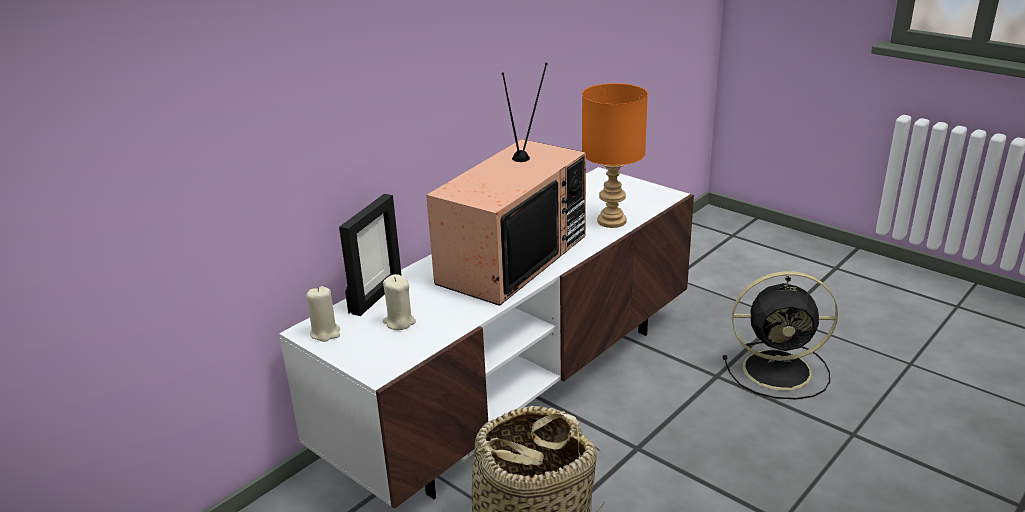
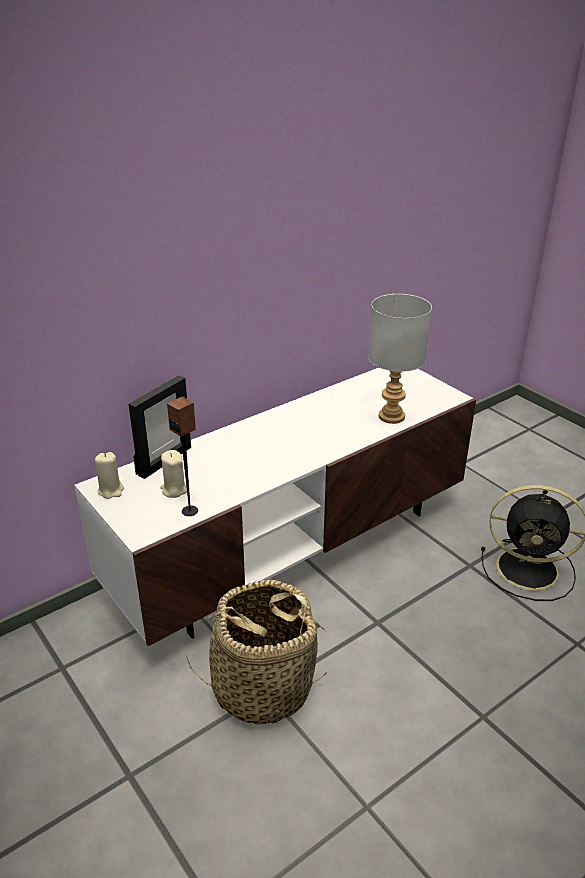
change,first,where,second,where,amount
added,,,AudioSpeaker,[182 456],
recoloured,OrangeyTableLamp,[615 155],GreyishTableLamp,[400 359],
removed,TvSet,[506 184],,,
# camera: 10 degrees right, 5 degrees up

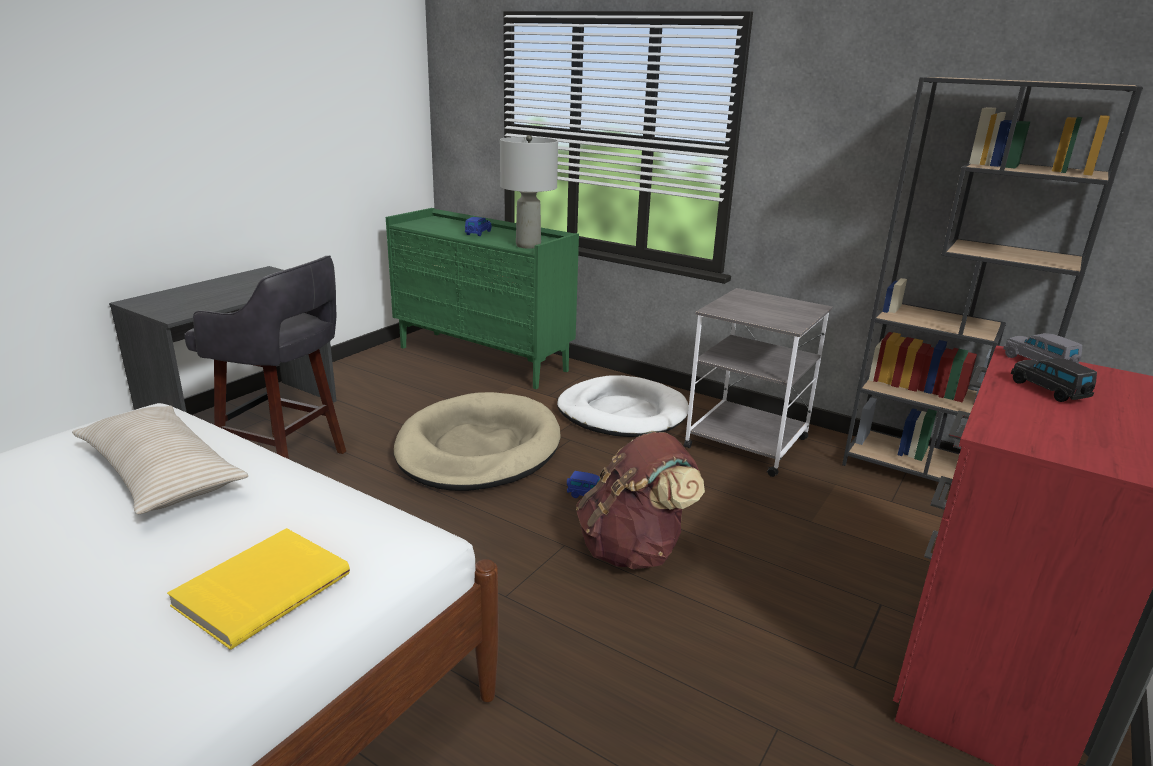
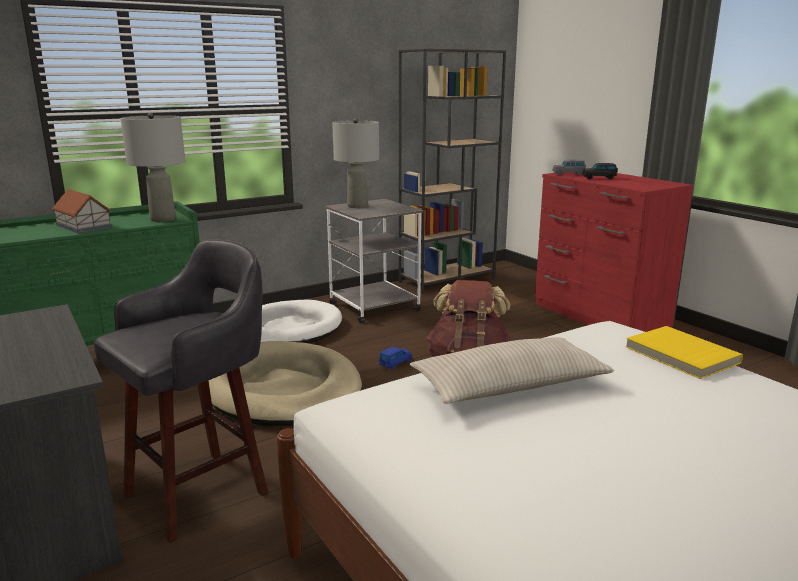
change,first,where,second,where,amount
replaced,BluishModelCar,[478 226],MiniatureHouse,[82 211],
added,,,GreyishTableLamp,[355 163],
# camera: 65 degrees left, 5 degrees down

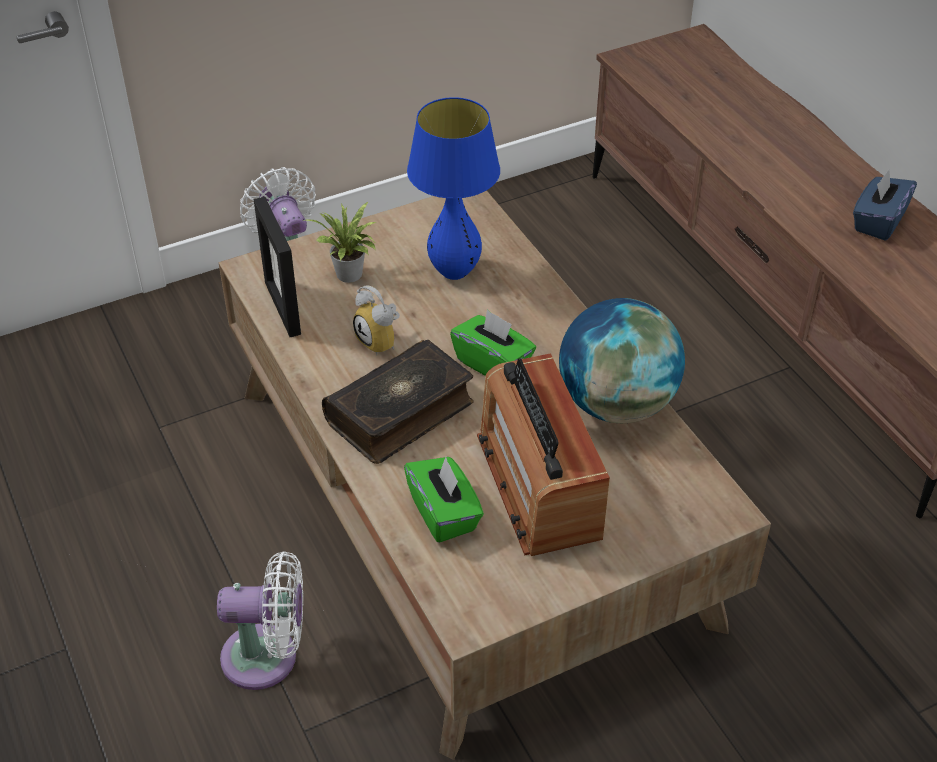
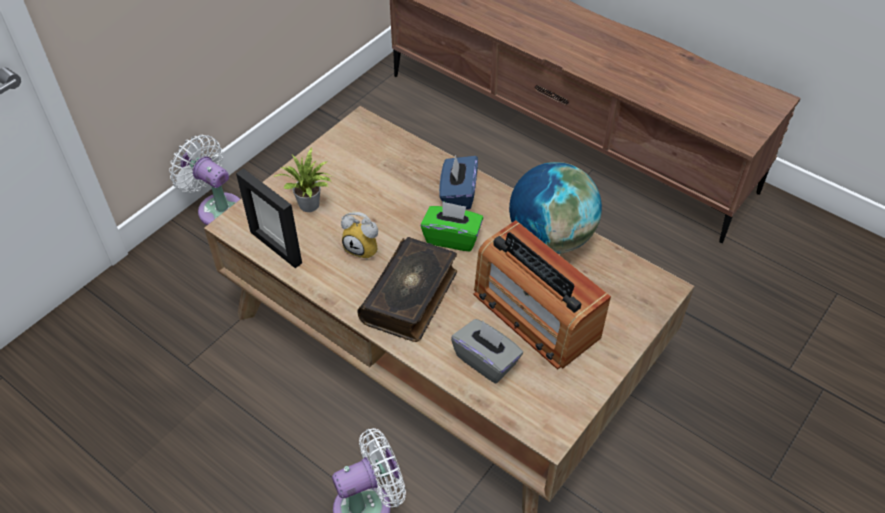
change,first,where,second,where,amount
moved,BluishTissueHolder,[885 205],,[458 182],
recoloured,GreenishTissueHolder,[444 500],GreyishTissueHolder,[487 351],
removed,BluishTableLamp,[453 188],,,
# camera: 25 degrees left, 5 degrees up

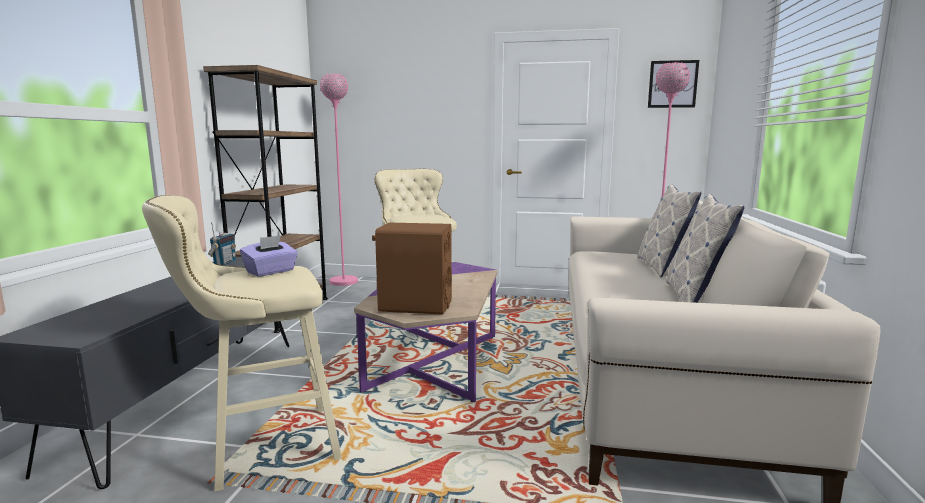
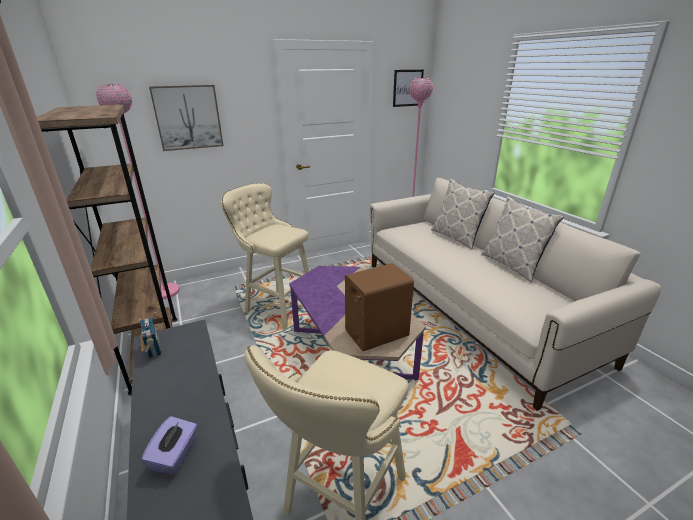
change,first,where,second,where,amount
moved,PurplishTissueHolder,[269 255],,[169 445],
added,,,WallPicture,[186 118],
# camera: 35 degrees left, 15 degrees up

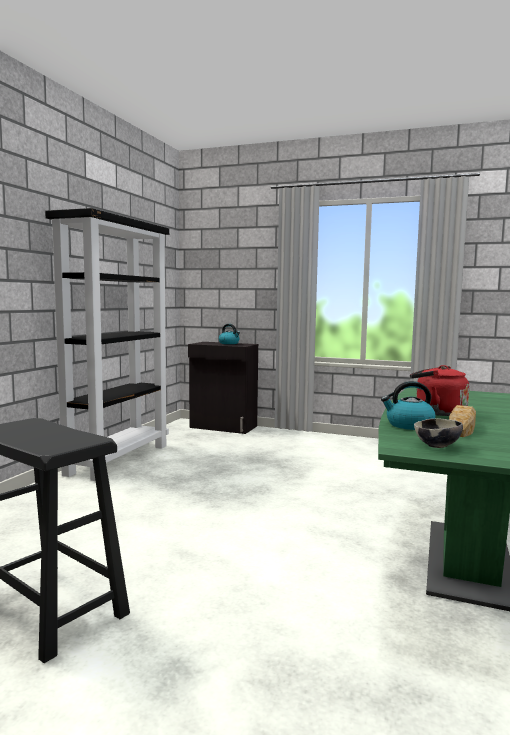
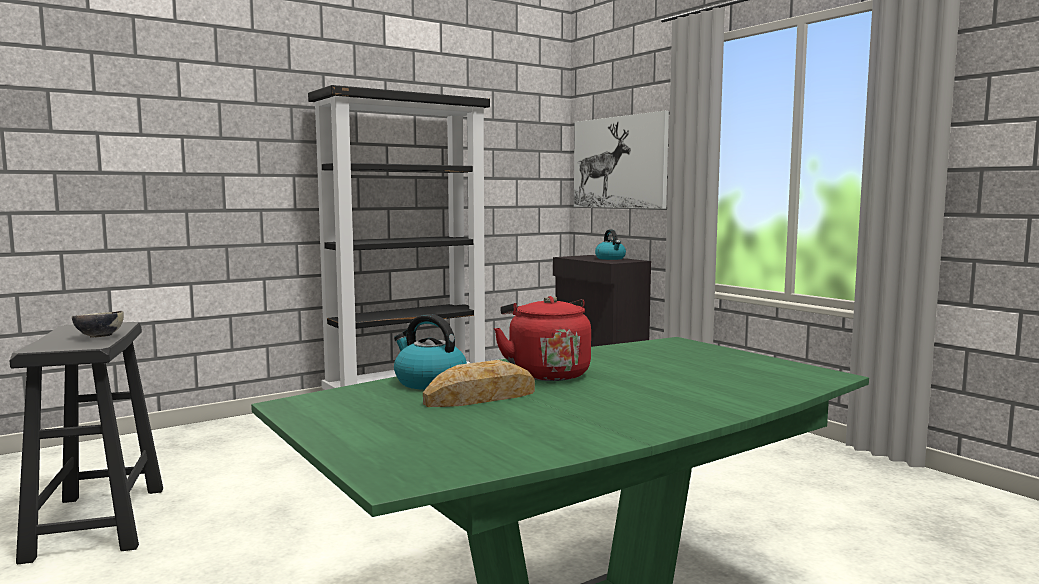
change,first,where,second,where,amount
moved,DeepDish,[438 433],,[98 324],
added,,,WallPicture,[621 160],
# camera: 35 degrees right, 0 degrees up

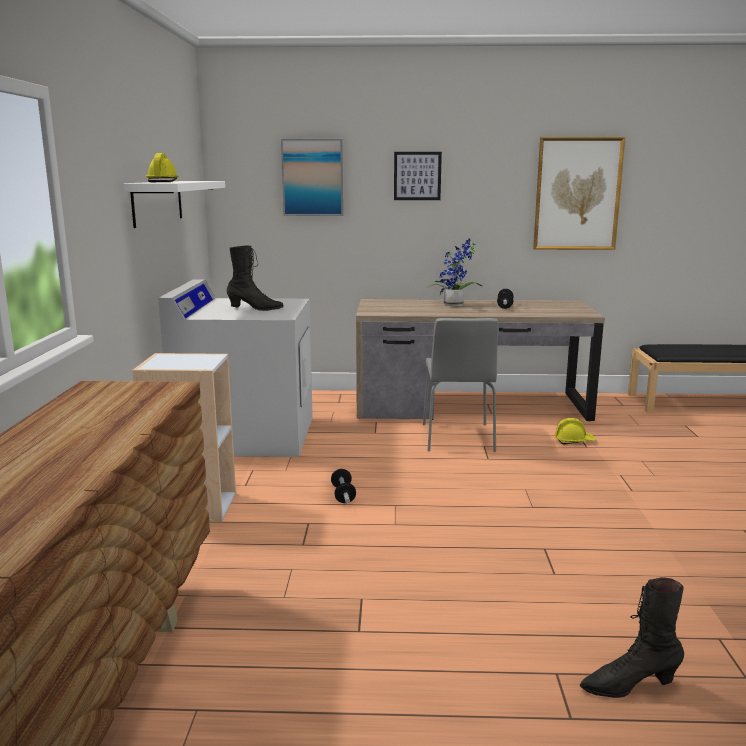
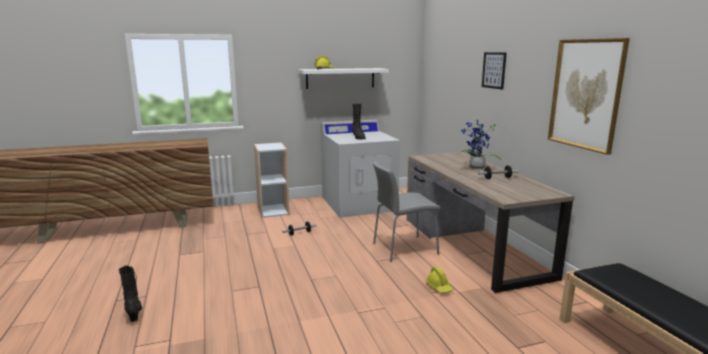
change,first,where,second,where,amount
removed,WallPicture,[312 177],,,
# camera: 70 degrees right, 0 degrees up

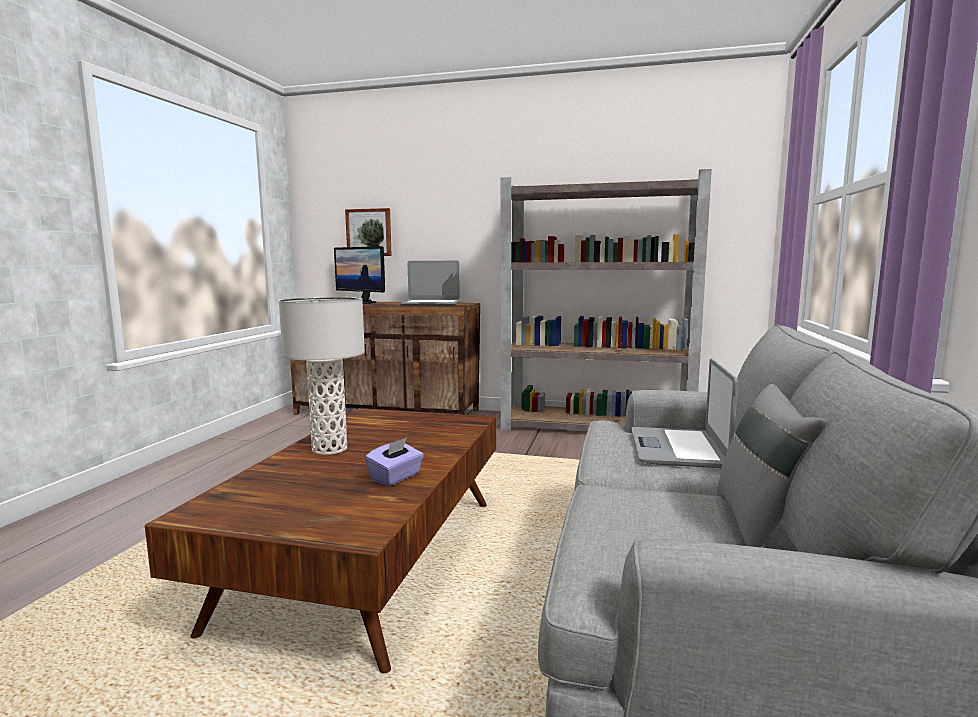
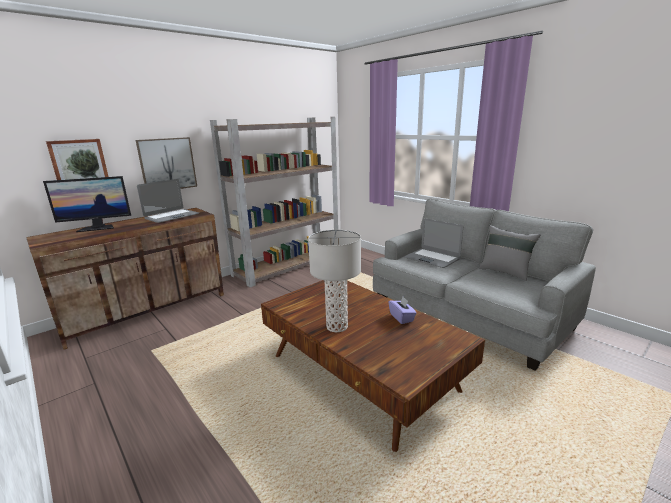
change,first,where,second,where,amount
added,,,WallPicture,[166 163],
# camera: 55 degrees left, 10 degrees up

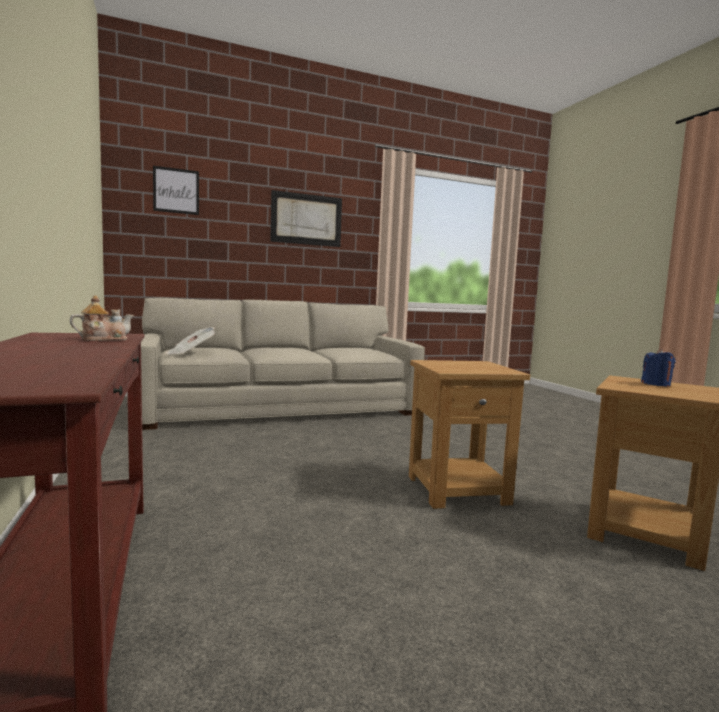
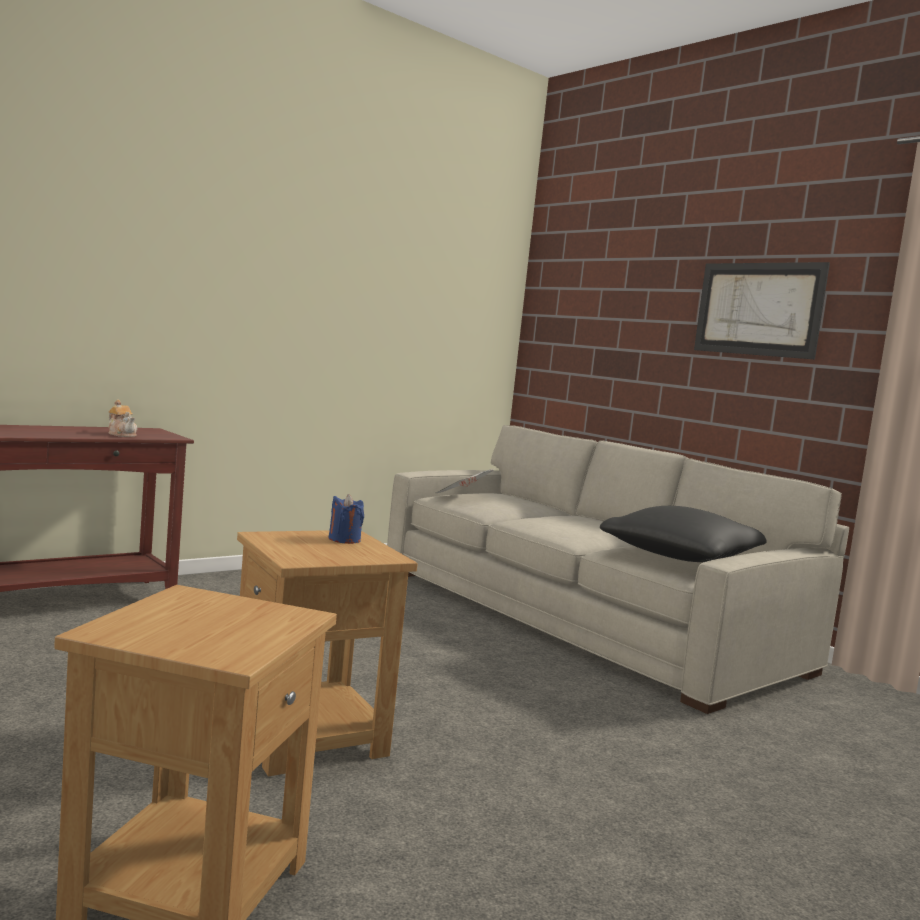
change,first,where,second,where,amount
moved,BluishCandle,[658 368],,[346 519],
added,,,BlackPillow,[683 534],
removed,WallPicture,[176 190],,,
# camera: 70 degrees right, 0 degrees up

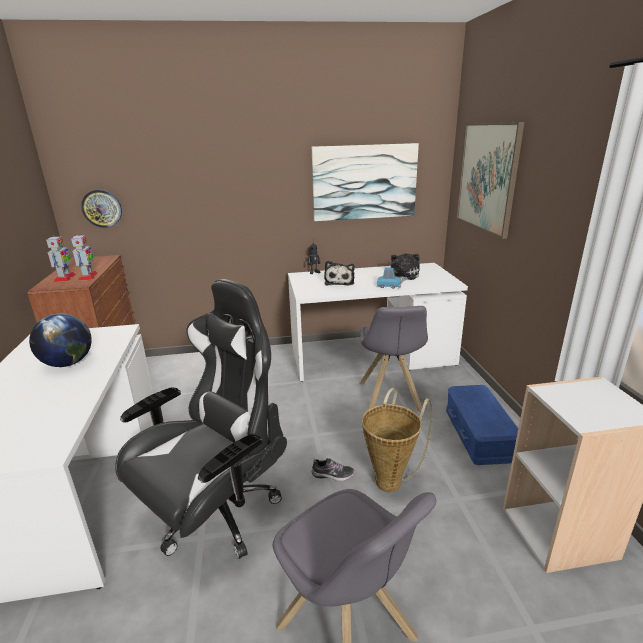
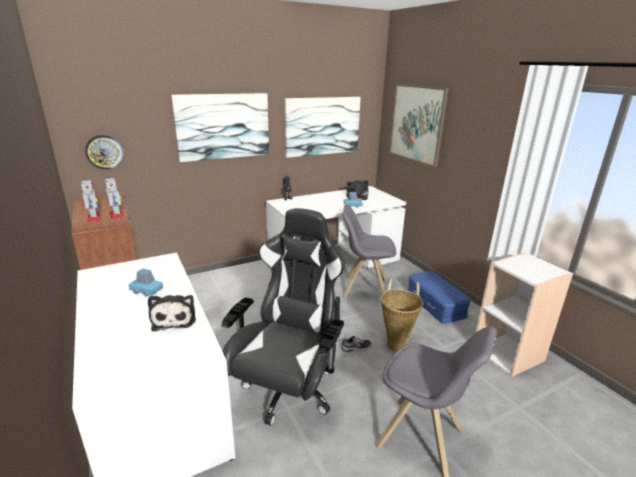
change,first,where,second,where,amount
replaced,WorldGlobe,[60 340],BluishModelCar,[146 282],
moved,PlushToy,[339 273],,[172 313],
added,,,WallPicture,[220 127],
turned,GreyishChair,[394 359],,[369 251],120 degrees clockwise
# camera: 20 degrees left, 0 degrees up

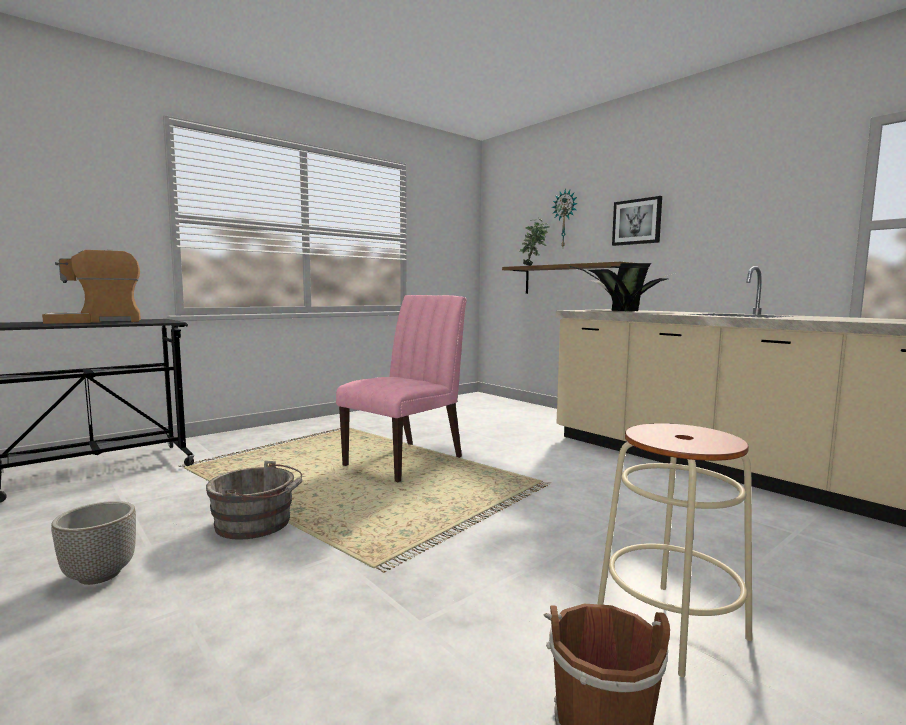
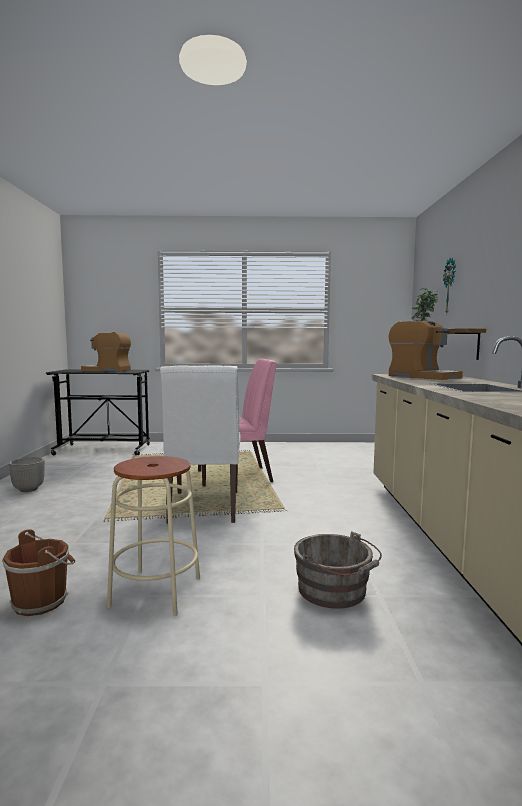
change,first,where,second,where,amount
added,,,WhitishChair,[200 444],
moved,GreyishBucket,[254 500],,[338 570],
replaced,PlantInAPot,[623 287],CoffeeBrewer,[426 350],
removed,WallPicture,[637 221],,,
# camera: 40 degrees right, 0 degrees up

